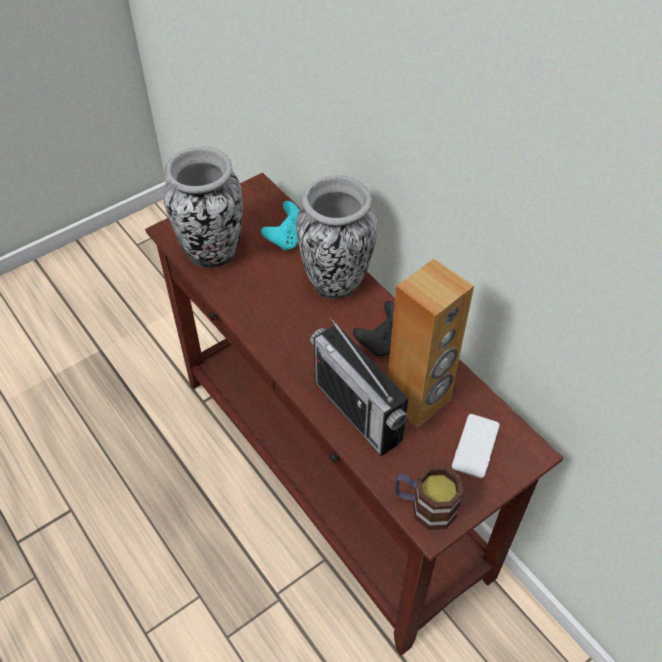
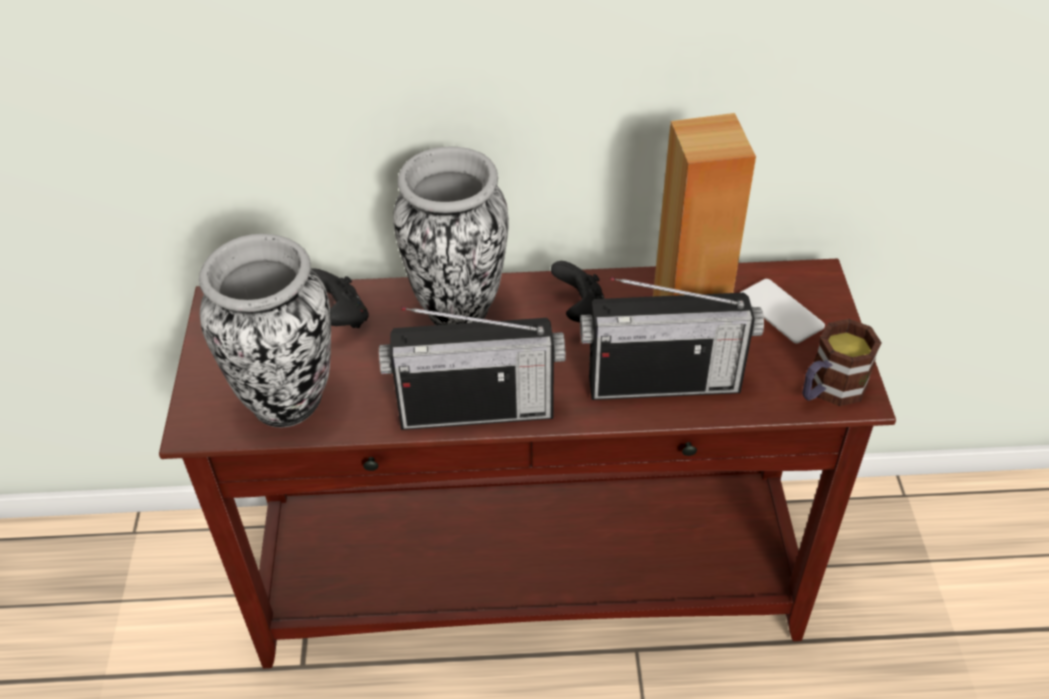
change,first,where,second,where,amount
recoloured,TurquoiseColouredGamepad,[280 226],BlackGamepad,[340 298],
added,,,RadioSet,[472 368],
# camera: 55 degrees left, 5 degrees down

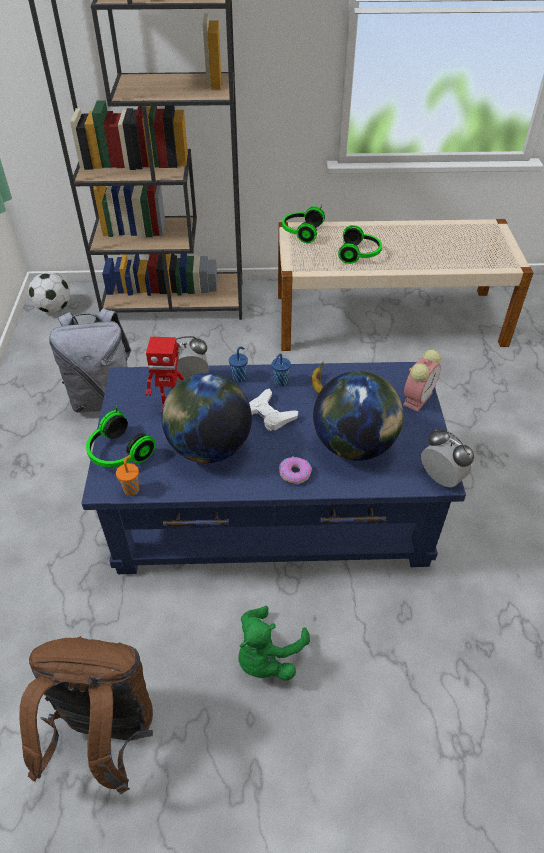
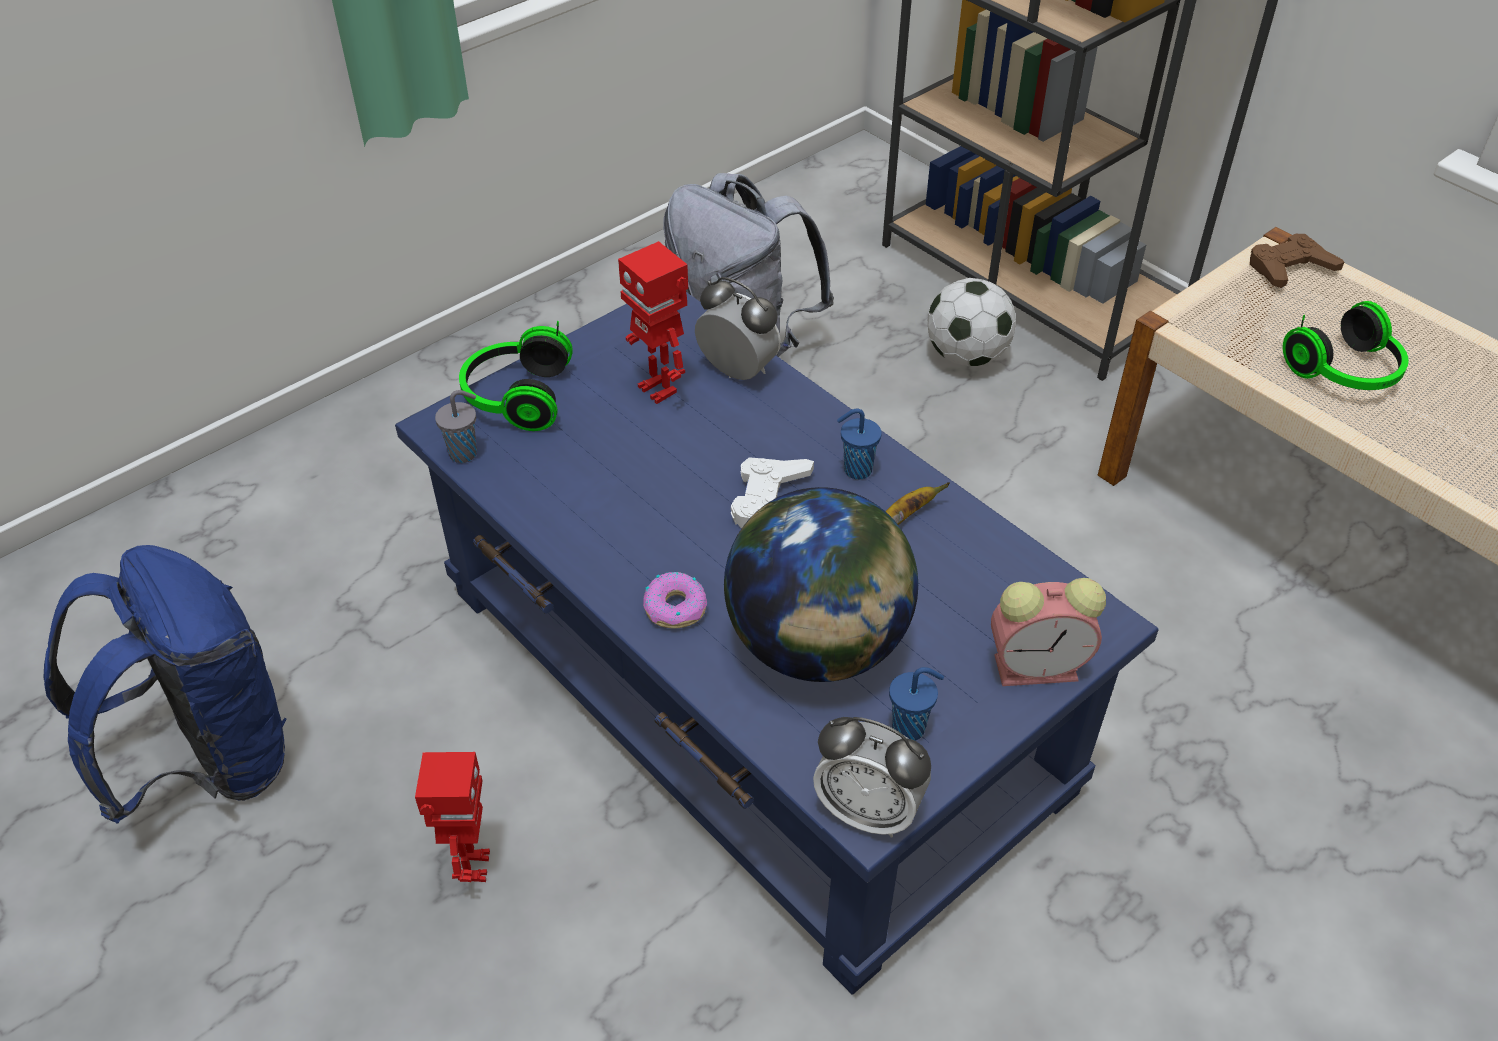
change,first,where,second,where,amount
recoloured,BrownColouredKnapsack,[86 715],BluishKnapsack,[164 684],
replaced,GreenishPlushToy,[274 643],ModelRobot,[452 817],
recoloured,OrangeyDrinkingCup,[127 476],GreyishDrinkingCup,[456 426],
turned,BedsideClock,[447 458],,[872 777],105 degrees clockwise
moved,BluishDrinkingCup,[238 364],,[916 704],
moved,BallForFootball,[49 292],,[972 322],
replaced,PairOfHeadphones,[303 223],BrownColouredGamepad,[1297 261],
removed,WorldGlobe,[207 418],,,
# camera: 50 degrees right, 0 degrees up

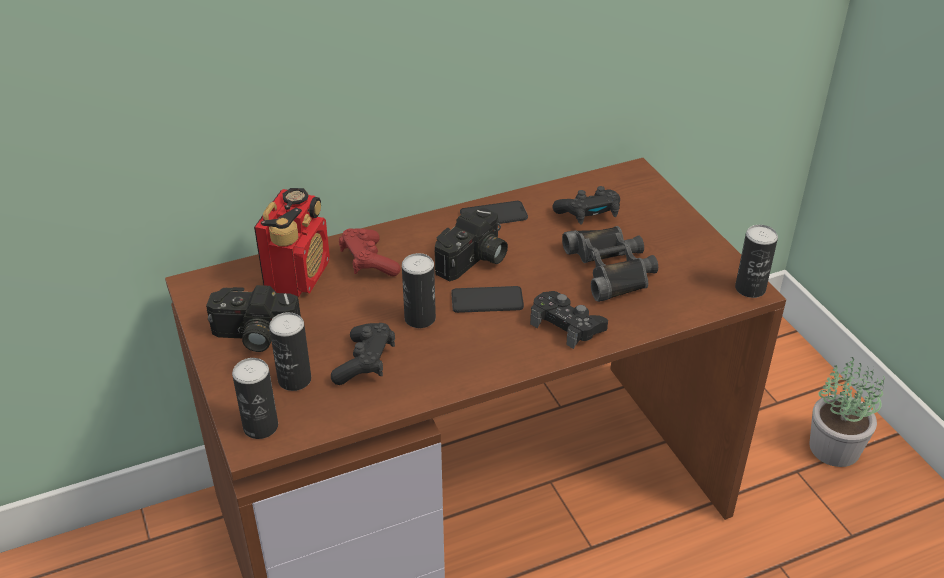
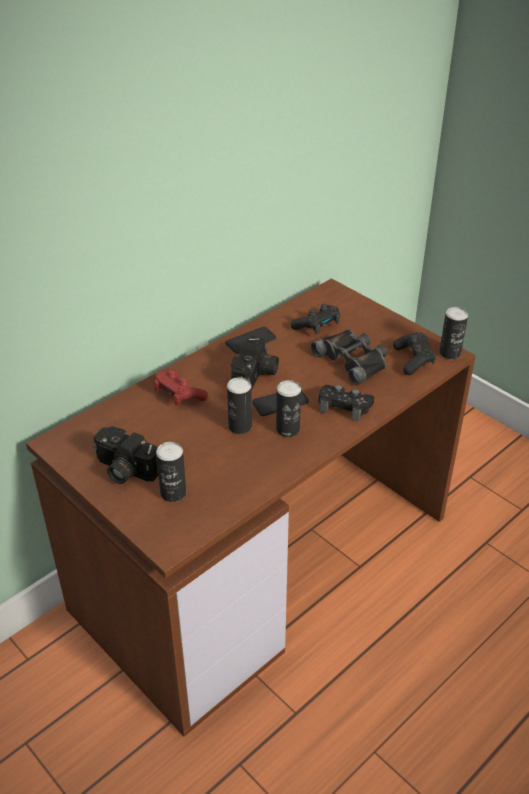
change,first,where,second,where,amount
turned,StillCamera,[253 318],,[126 455],45 degrees clockwise
moved,SealedCan,[255 398],,[288 408],
moved,BlackGamepad,[363 354],,[414 353],
removed,RadioSet,[292 242],,,
removed,PlantInAPot,[847 412],,,
# camera: 20 degrees left, 0 degrees up

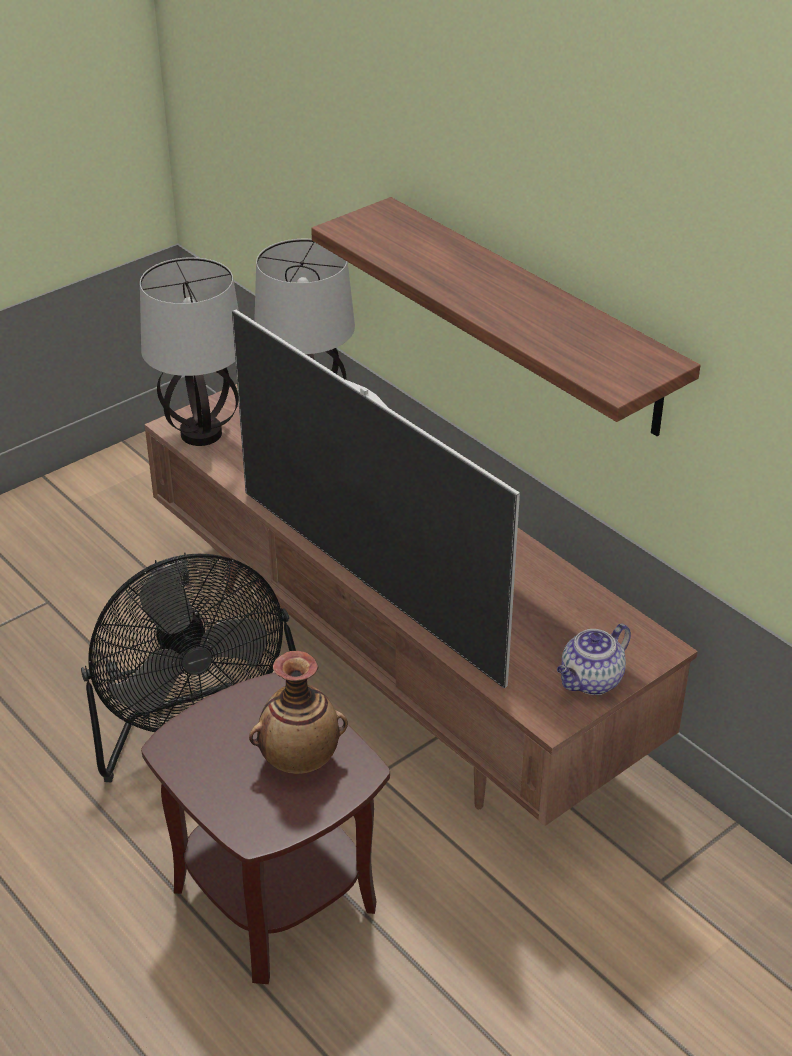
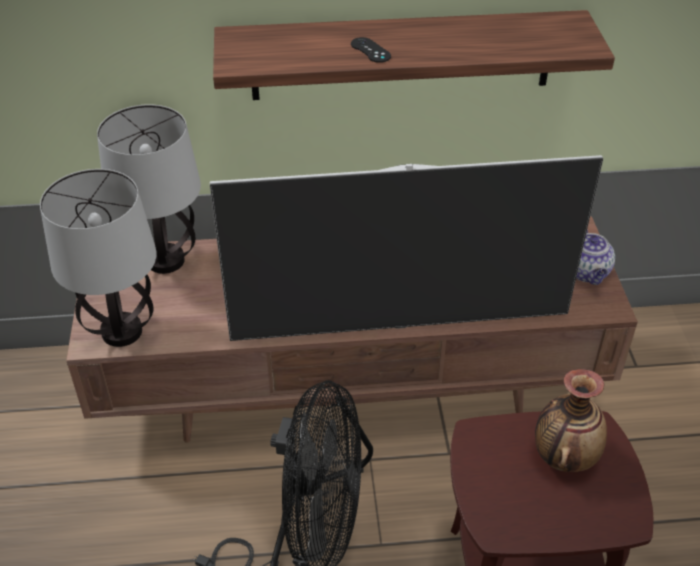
change,first,where,second,where,amount
added,,,BlackGamepad,[371 50],
# camera: 55 degrees left, 5 degrees up

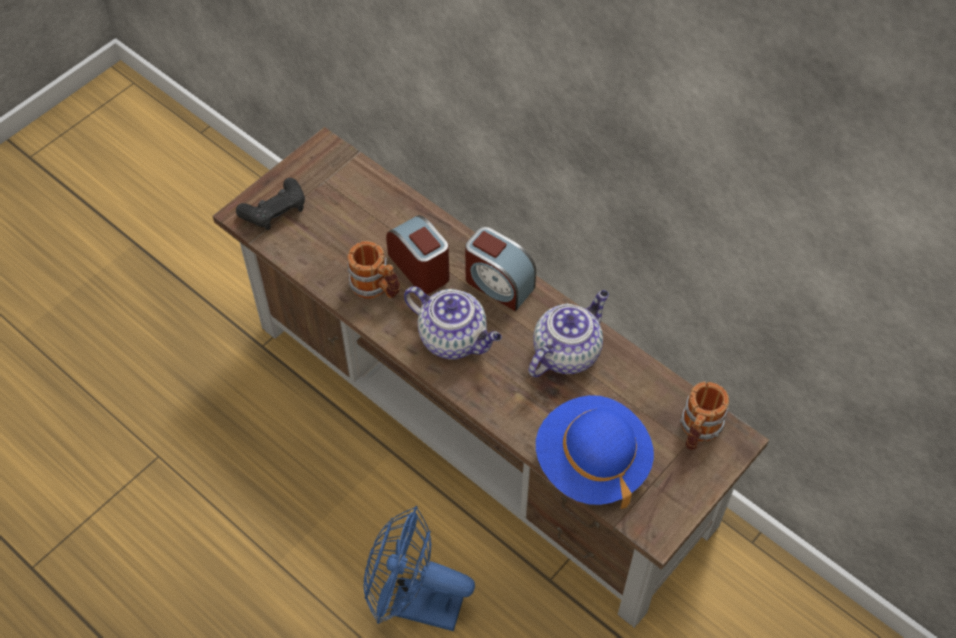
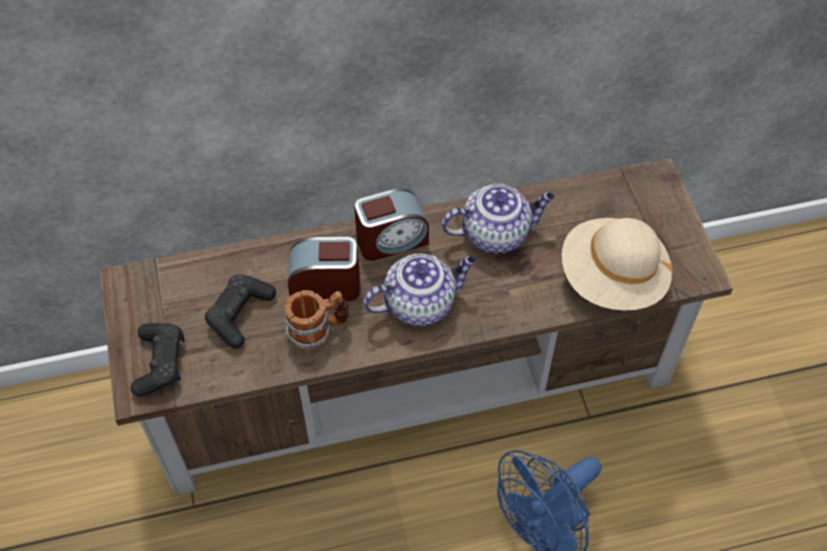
change,first,where,second,where,amount
added,,,BlackGamepad,[240 311],
turned,PotForTea,[568 333],,[498 219],90 degrees clockwise
recoloured,BluishHat,[595 452],SandColouredHat,[617 264],
removed,CoffeeMug,[704 415],,,
# camera: 55 degrees left, 0 degrees up

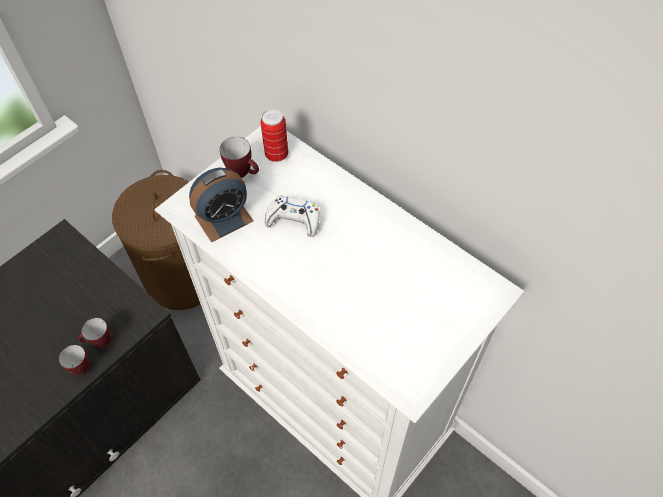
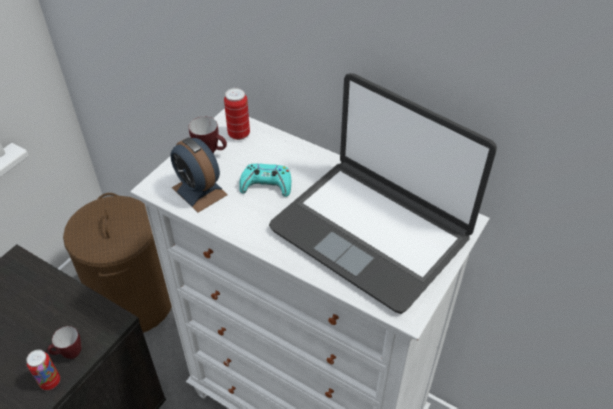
change,first,where,second,where,amount
replaced,CoffeeMug,[74 360],SealedCan,[43 370],
turned,BedsideClock,[221 205],,[199 175],90 degrees clockwise
recoloured,WhitishGamepad,[292 216],TurquoiseColouredGamepad,[265 180],
added,,,PortableComputer,[383 193],
# camera: 10 degrees left, 10 degrees down

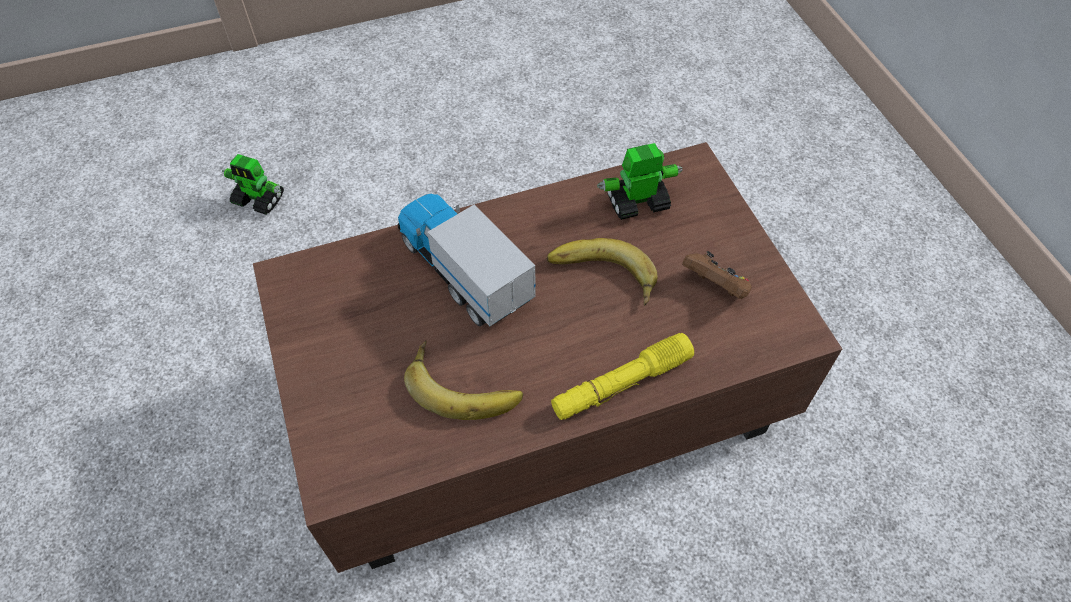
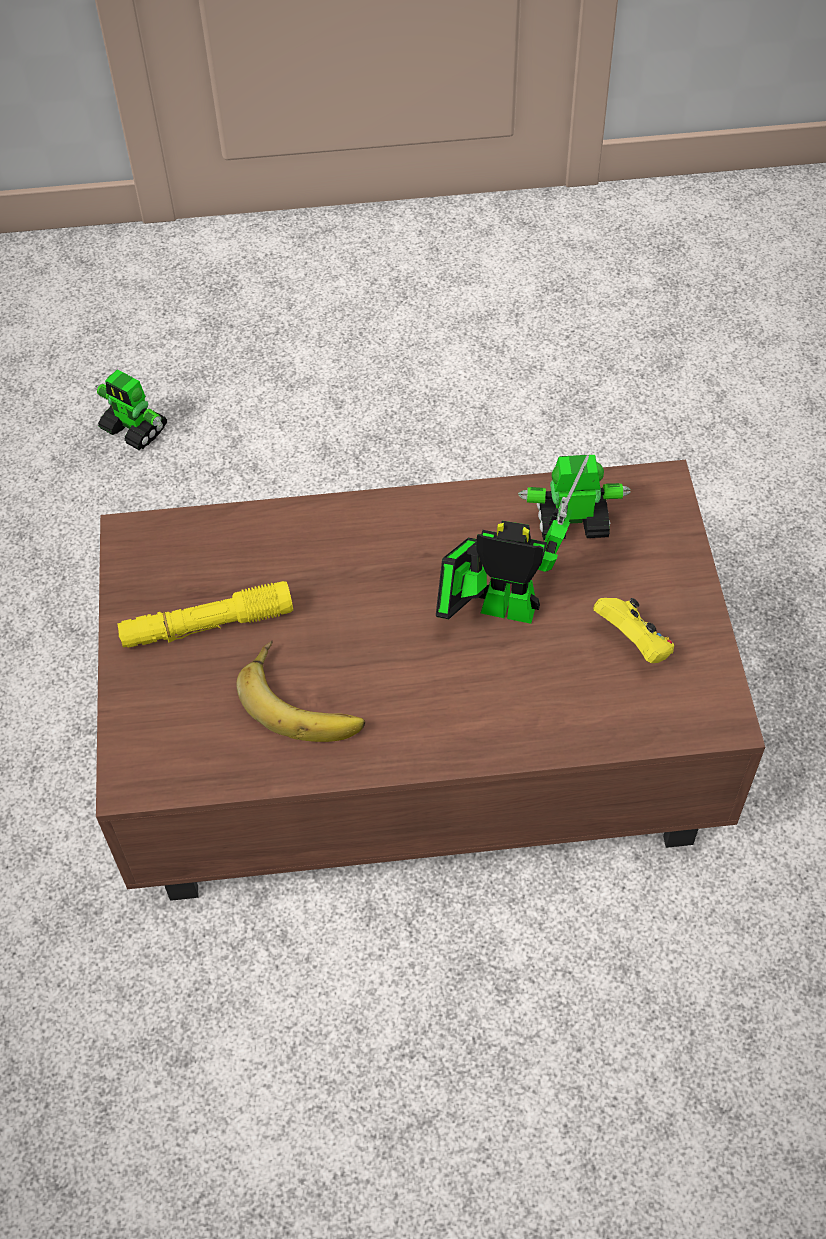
change,first,where,second,where,amount
moved,YellowColouredHandTorch,[622 376],,[205 614],
replaced,WholeBanana,[602 272],ModelRobot,[512 539],
recoloured,BrownColouredGamepad,[717 275],YellowColouredGamepad,[633 630],
removed,ToyLorry,[466 260],,,
# camera: 15 degrees right, 0 degrees up

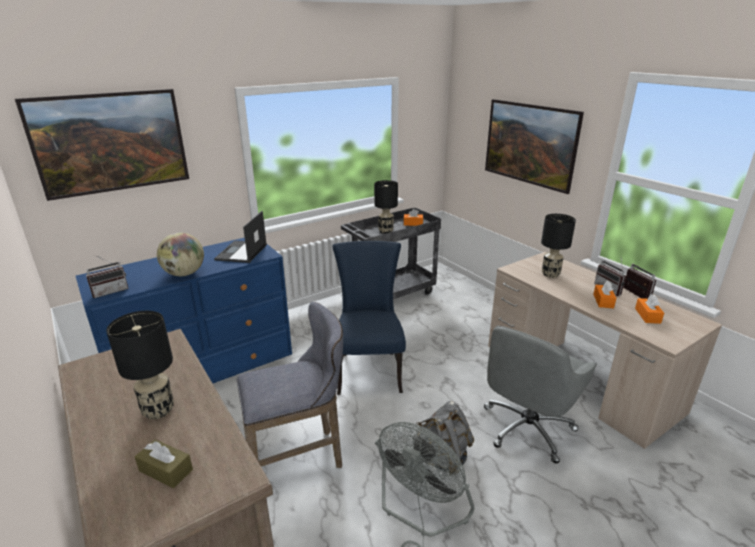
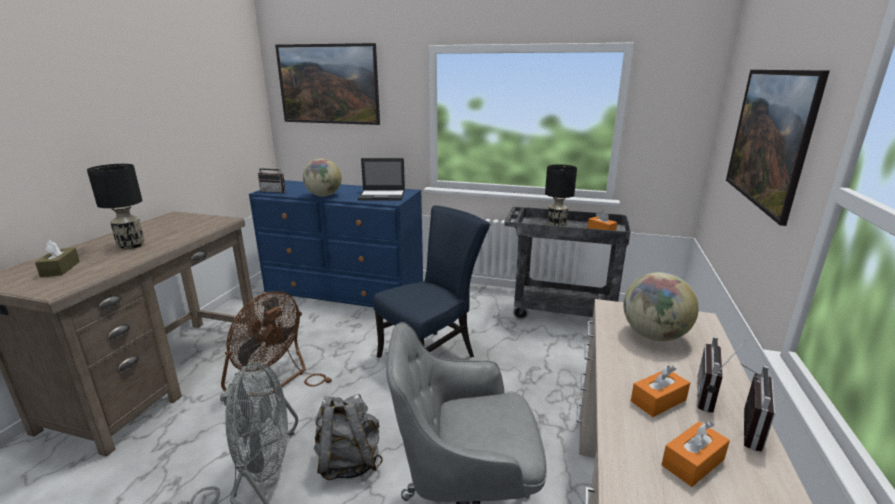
change,first,where,second,where,amount
replaced,GreyishStoolSeat,[290 385],BrownColouredElectricFan,[276 344],
turned,PortableComputer,[240 237],,[381 179],150 degrees counterclockwise
replaced,BlackTableLamp,[558 246],WorldGlobe,[661 306],
# camera: 50 degrees right, 5 degrees down

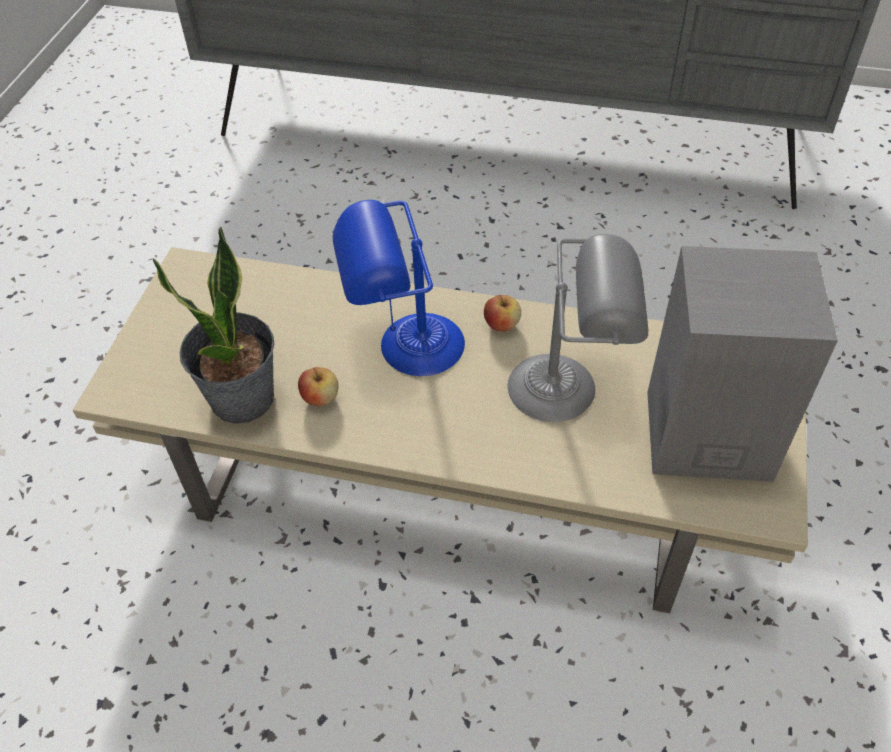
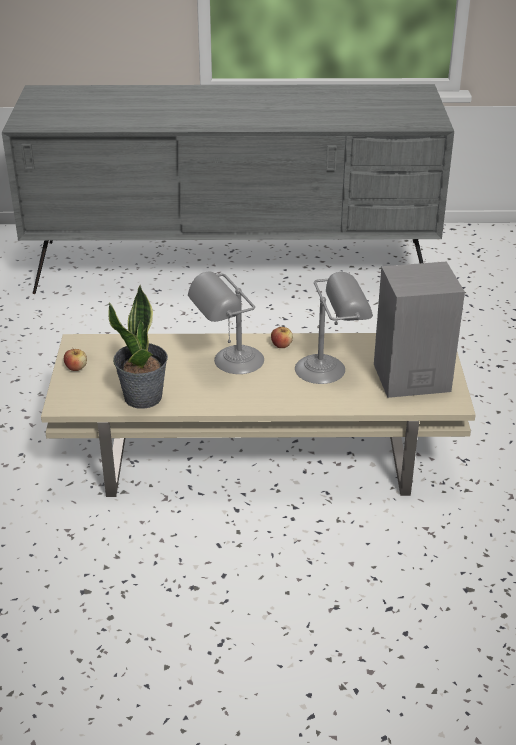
change,first,where,second,where,amount
moved,Apple,[318 386],,[75 360],
recoloured,BluishTableLamp,[399 288],GreyishTableLamp,[226 323],
# camera: 15 degrees left, 15 degrees down

